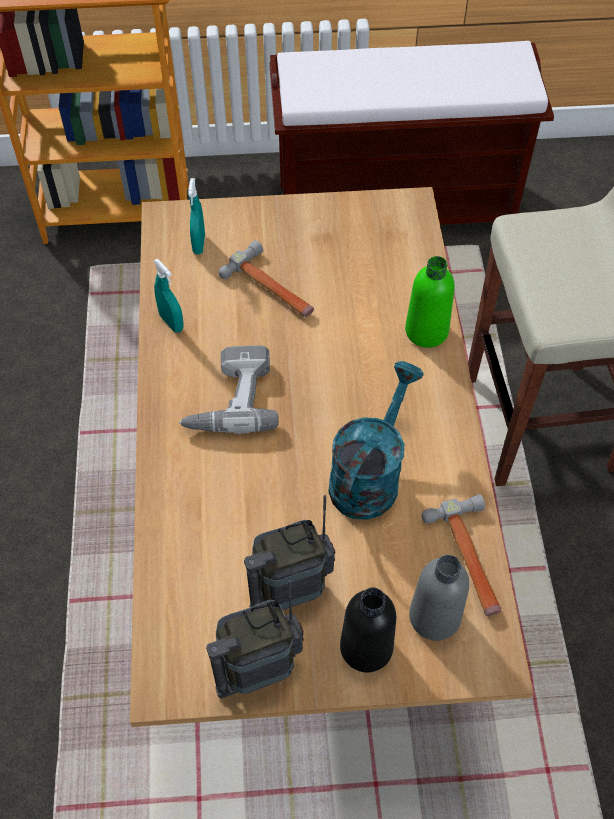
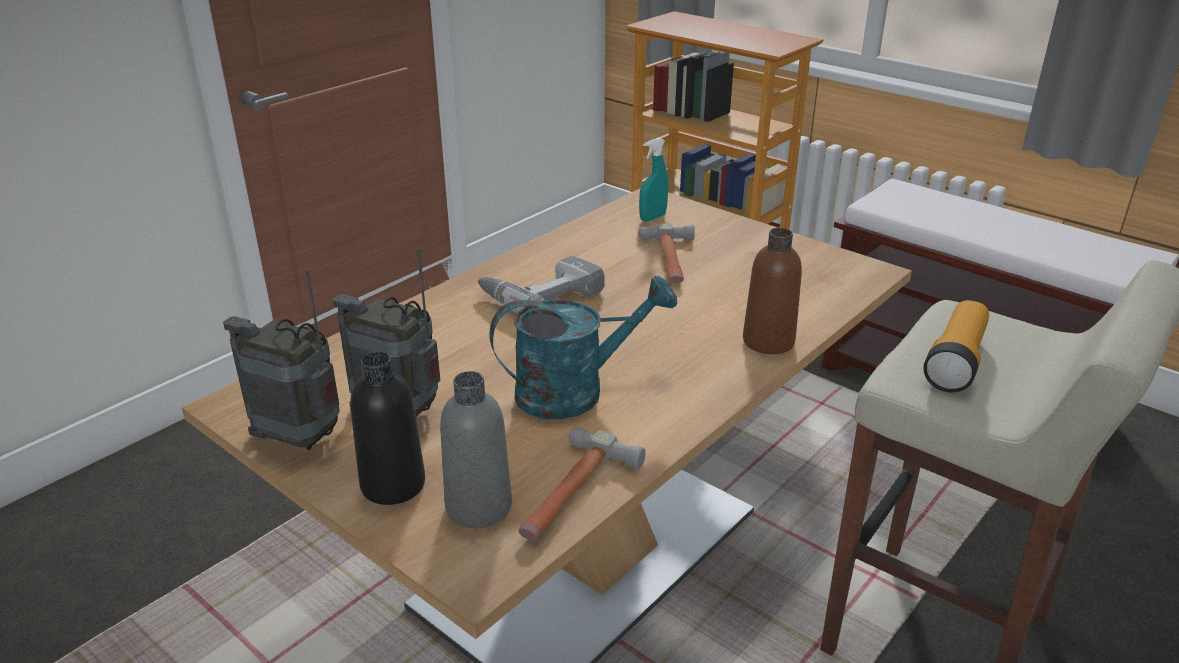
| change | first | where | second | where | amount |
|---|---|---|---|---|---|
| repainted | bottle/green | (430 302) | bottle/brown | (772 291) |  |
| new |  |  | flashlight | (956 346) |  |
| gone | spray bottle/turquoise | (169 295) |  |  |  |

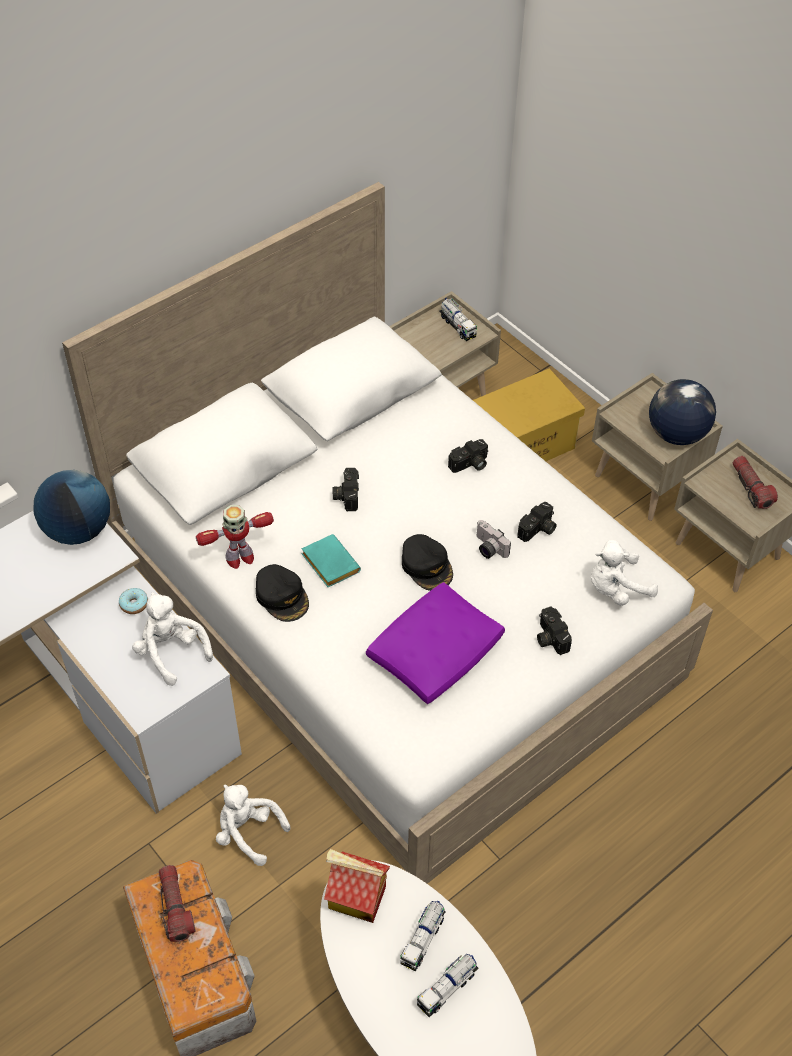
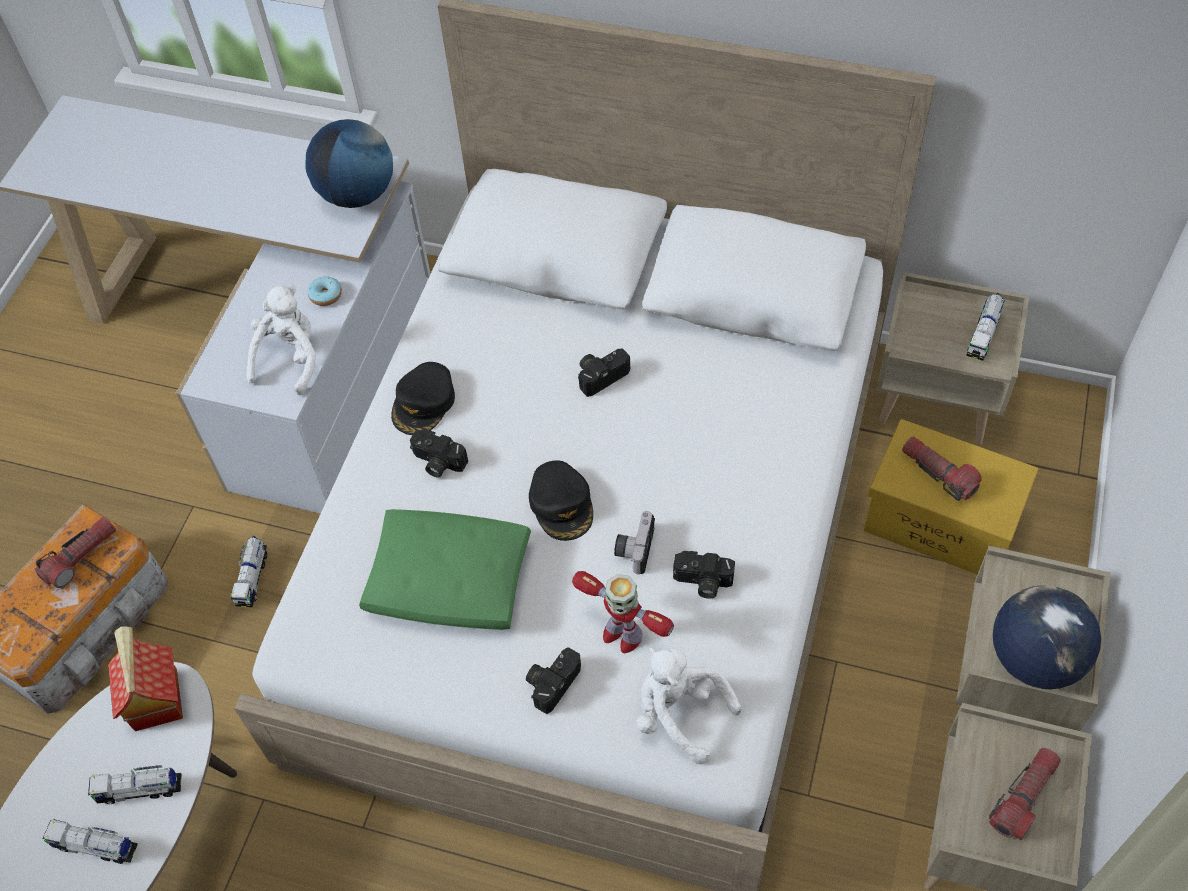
| change | first | where | second | where | amount |
|---|---|---|---|---|---|
| swapped | plush toy/white | (253 825) | toy truck | (248 571) |  |
| repainted | pillow/purple | (435 643) | pillow/green | (445 569) |  |
| shifted | photo camera | (468 456) |  | (439 453) |  |
| rotated | cap/black | (427 562) |  | (561 500) | 45 degrees counterclockwise |
| shifted | toy robot | (235 537) |  | (623 612) |  |
| new |  |  | flashlight | (942 468) |  |
| gone | book/turquoise | (331 560) |  |  |  |

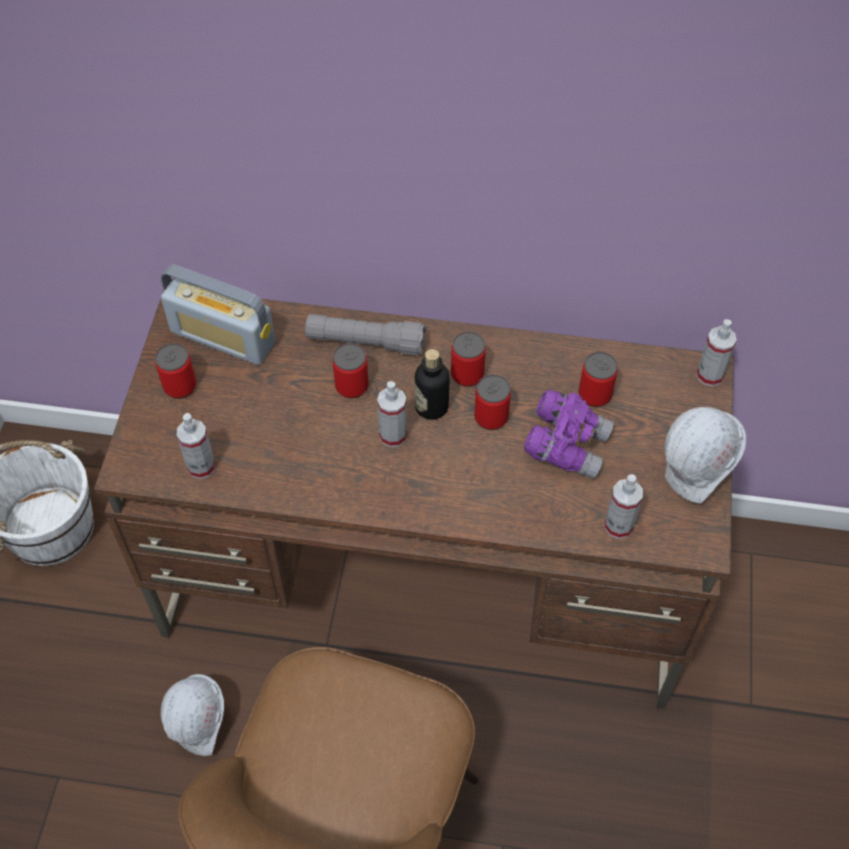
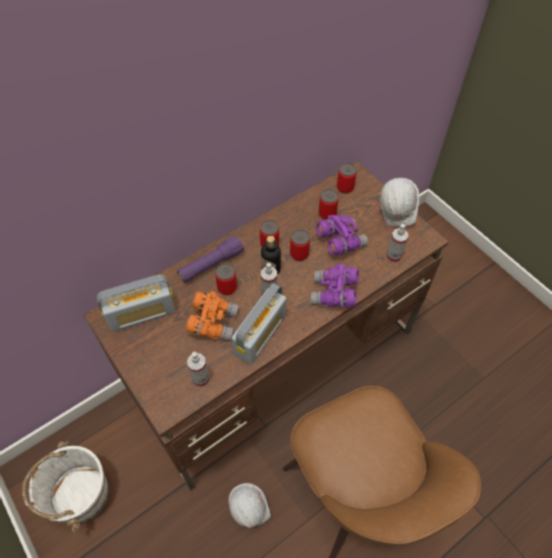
| change | first | where | second | where | amount |
|---|---|---|---|---|---|
| repainted | flashlight/grey | (366 335) | flashlight/purple | (210 259) |  |
| new |  |  | binoculars/orange | (211 316) |  |
| new |  |  | radio | (259 324) |  |
| new |  |  | binoculars/purple | (335 286) |  |
| shifted | can | (175 371) |  | (347 178) |  |
| gone | spray bottle | (717 353) |  |  |  |

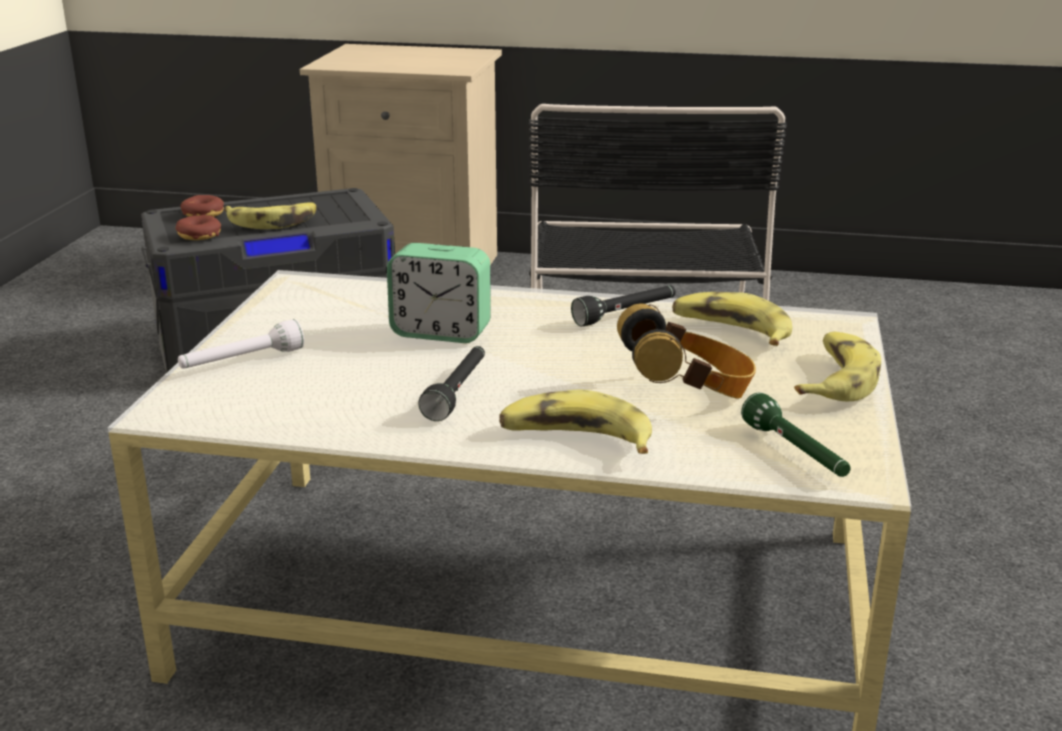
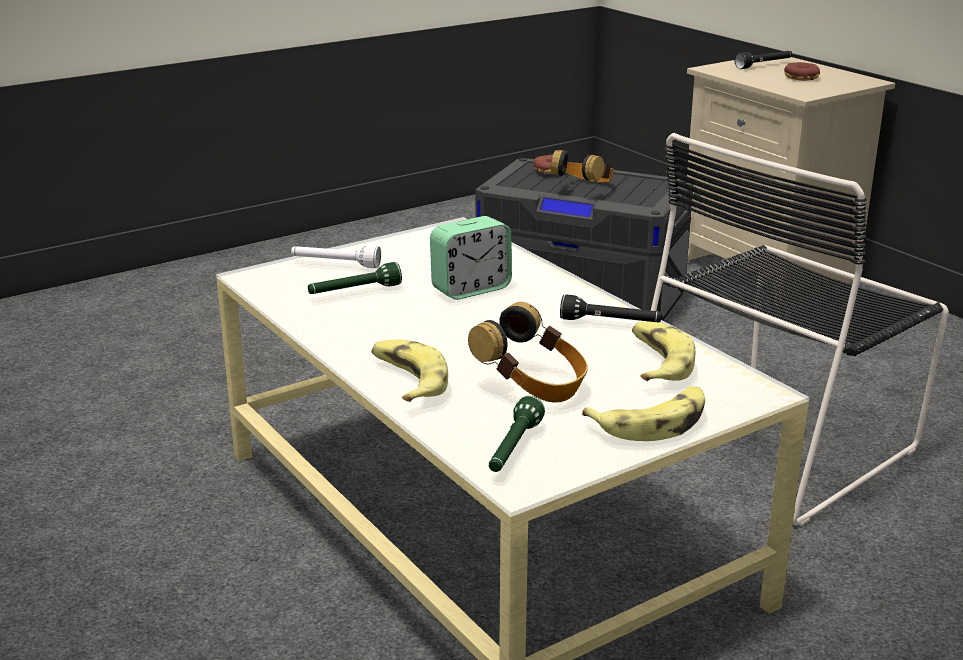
| change | first | where | second | where | amount |
|---|---|---|---|---|---|
| new |  |  | flashlight/green | (355 278) |  |
| rotated | alarm clock | (439 293) |  | (471 258) | 90 degrees counterclockwise |
| swapped | banana | (270 215) | headphones | (582 166) |  |
| shifted | flashlight/black | (451 383) |  | (763 60) |  |
| shifted | donut | (198 227) |  | (802 71) |  |

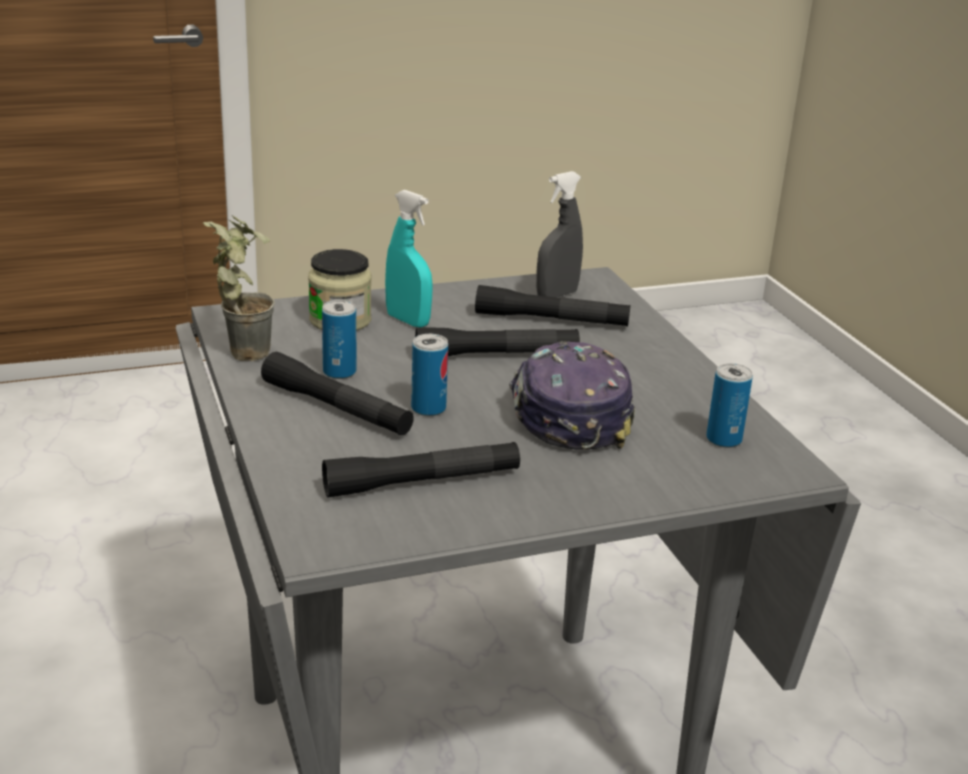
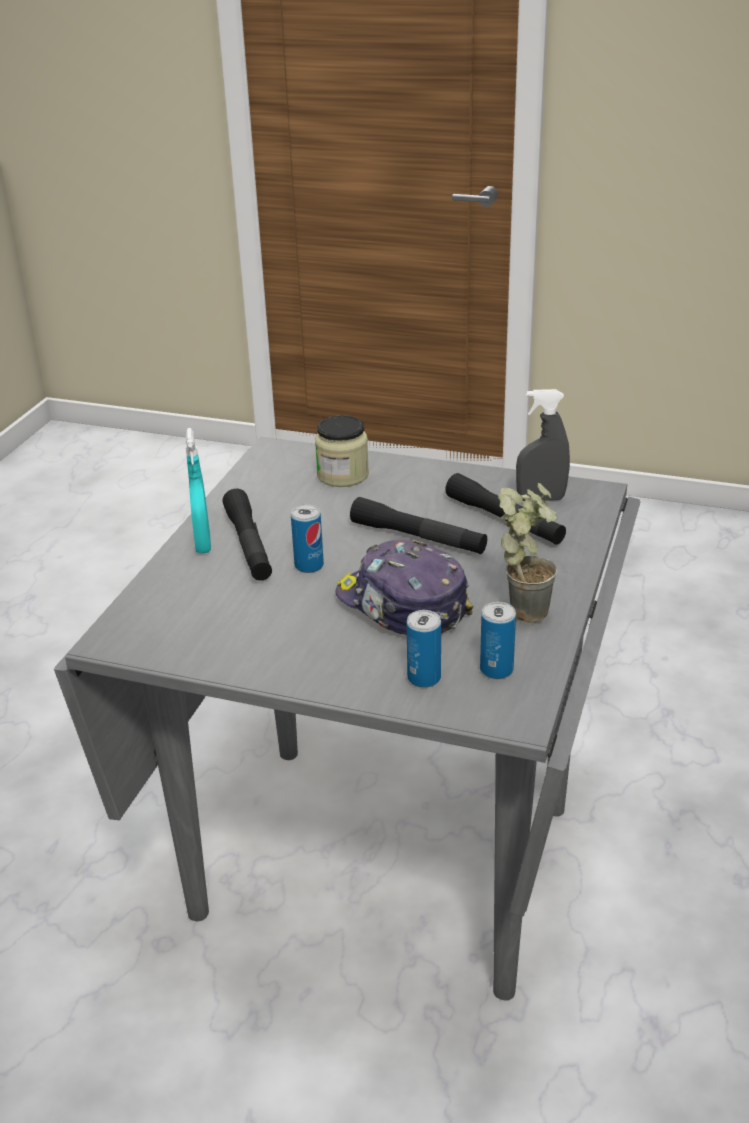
| change | first | where | second | where | amount |
|---|---|---|---|---|---|
| shifted | spray bottle/turquoise | (409 258) |  | (198 491) |  |
| rotated | cap | (572 395) |  | (404 587) | 75 degrees counterclockwise |
| shifted | can | (339 339) |  | (424 649) |  |
| shifted | potted plant | (239 288) |  | (527 553) |  |
| gone | flashlight/black | (421 469) |  |  |  |

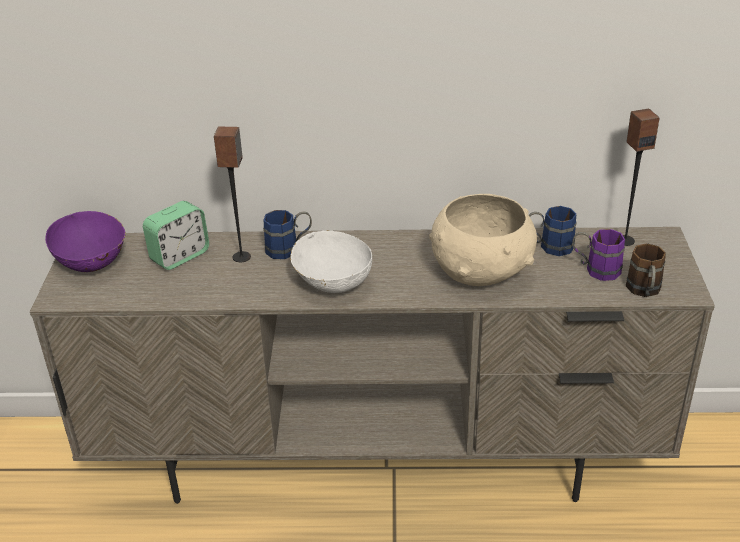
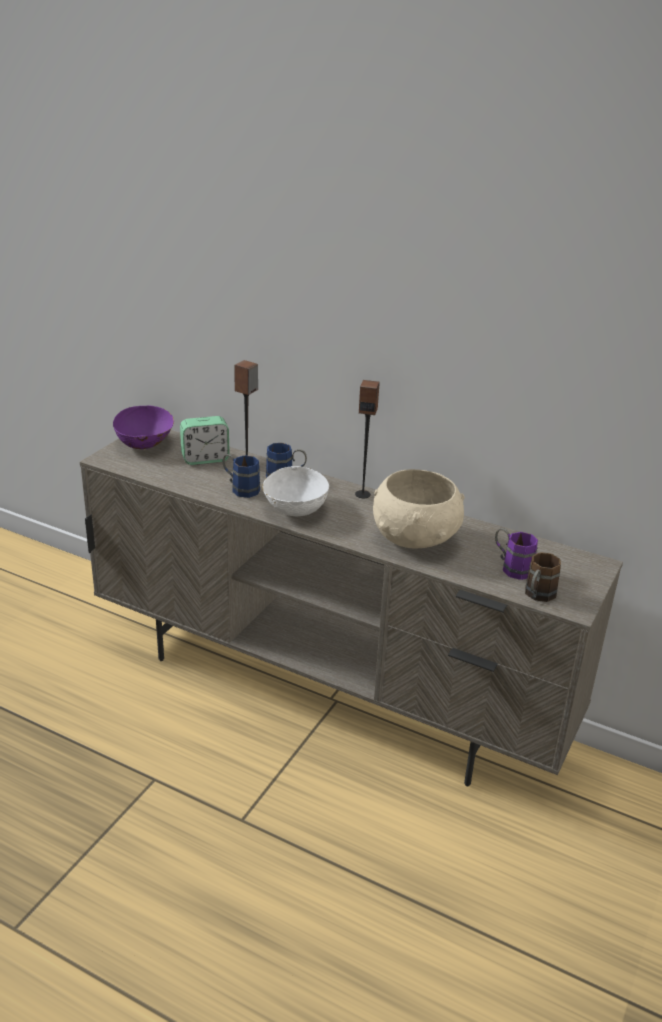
| change | first | where | second | where | amount |
|---|---|---|---|---|---|
| shifted | mug/blue | (553 231) |  | (241 476) |  |
| shifted | speaker | (641 177) |  | (367 439) |  |

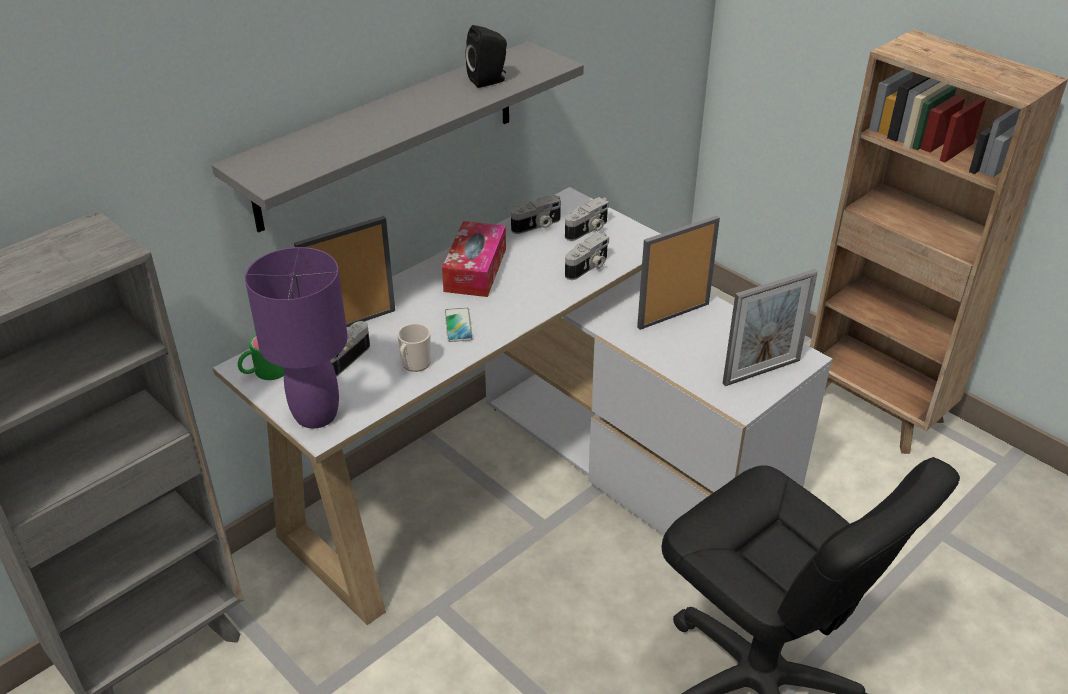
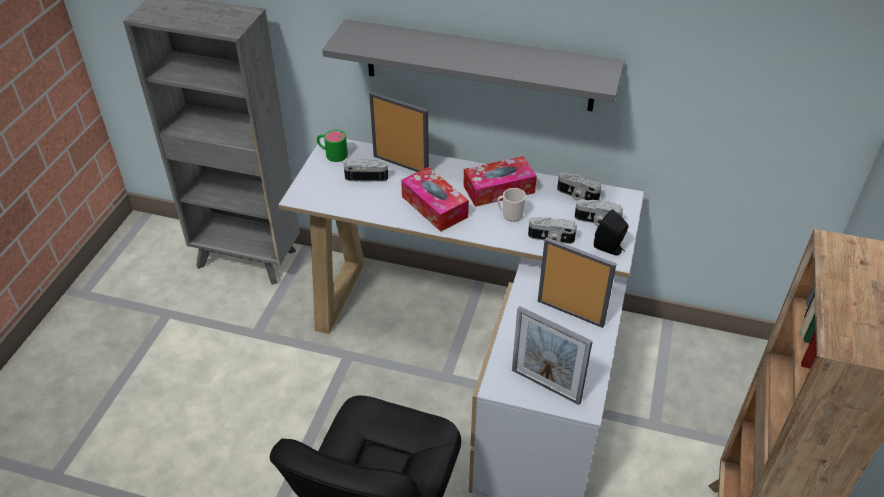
| change | first | where | second | where | amount |
|---|---|---|---|---|---|
| swapped | phone | (459 325) | tissue box | (435 199) |  |
| shifted | mug | (414 347) |  | (511 205) |  |
| shifted | speaker/black | (486 56) |  | (611 232) |  |
| gone | table lamp/purple | (296 337) |  |  |  |

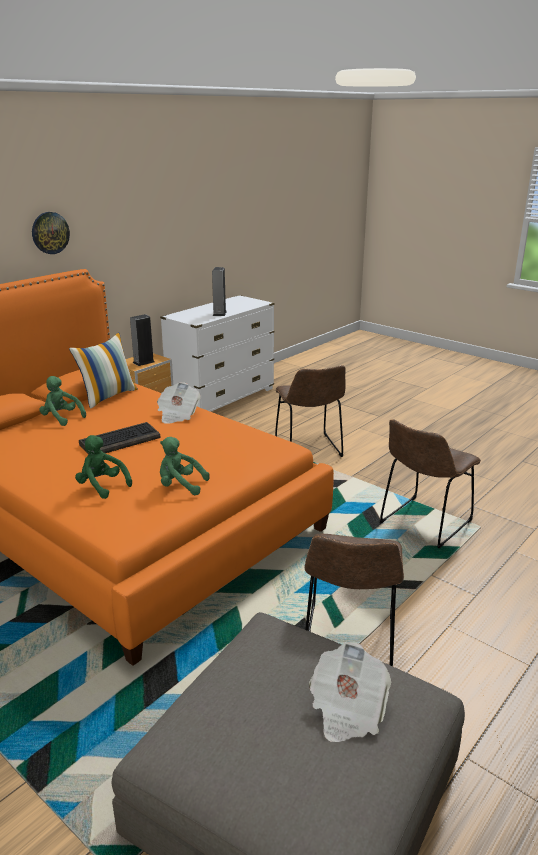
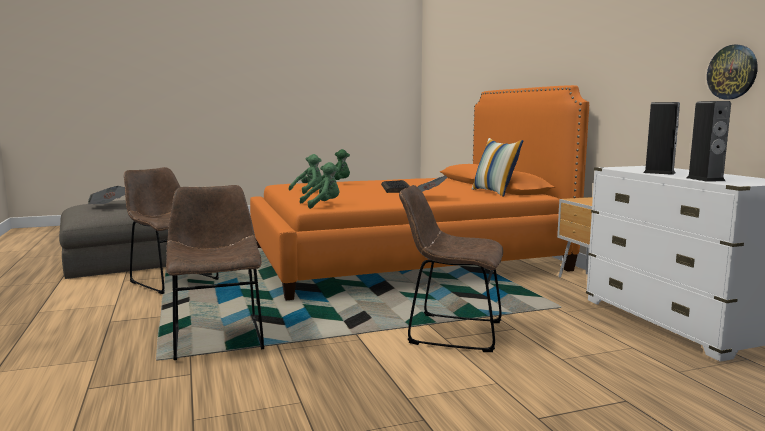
| change | first | where | second | where | amount |
|---|---|---|---|---|---|
| shifted | plush toy/green | (62 401) |  | (320 185) |  |
| shifted | speaker | (142 340) |  | (709 141) |  |
| shifted | wall clock | (51 233) |  | (732 72) |  |

